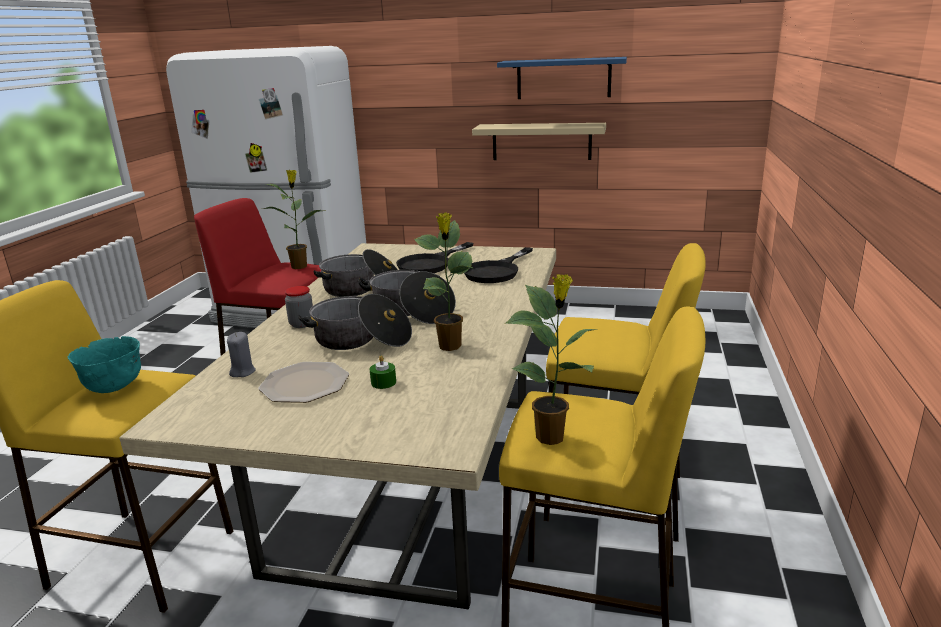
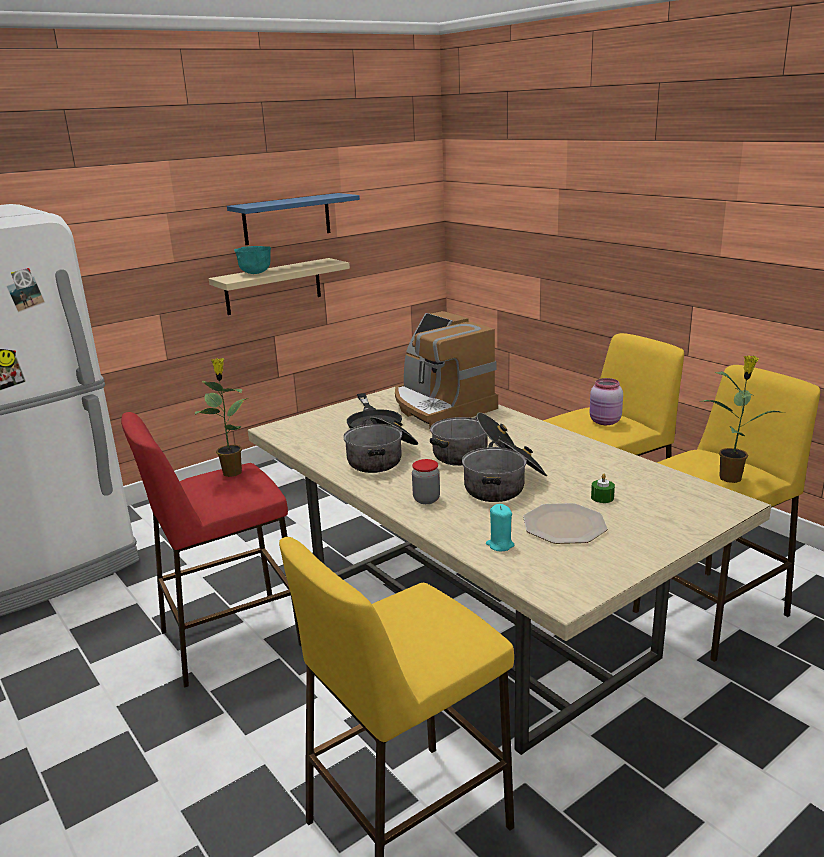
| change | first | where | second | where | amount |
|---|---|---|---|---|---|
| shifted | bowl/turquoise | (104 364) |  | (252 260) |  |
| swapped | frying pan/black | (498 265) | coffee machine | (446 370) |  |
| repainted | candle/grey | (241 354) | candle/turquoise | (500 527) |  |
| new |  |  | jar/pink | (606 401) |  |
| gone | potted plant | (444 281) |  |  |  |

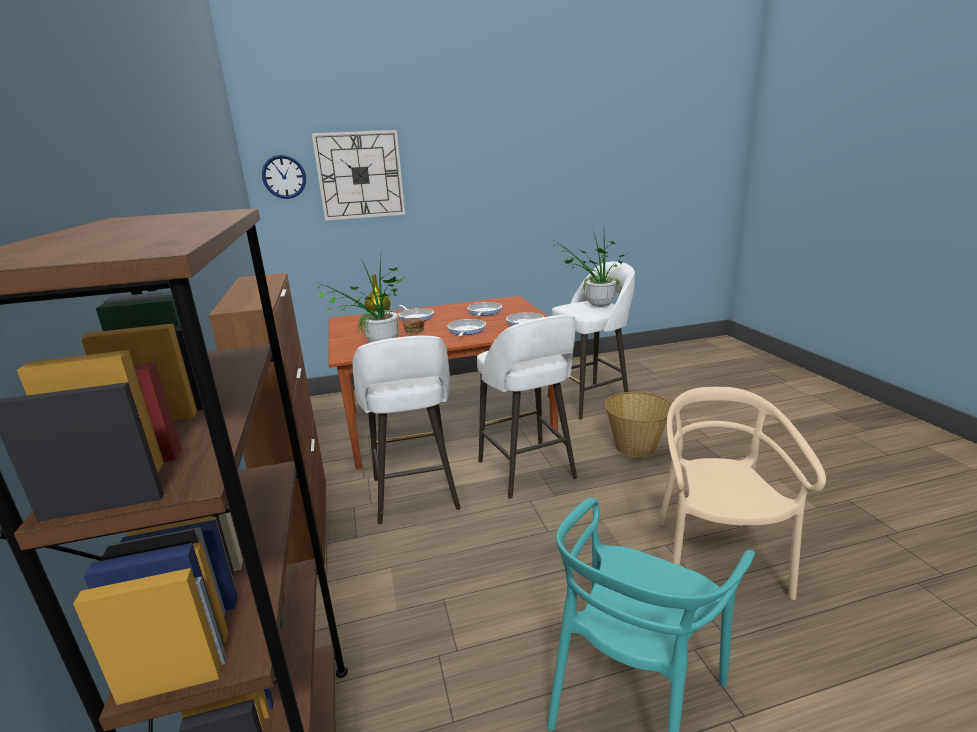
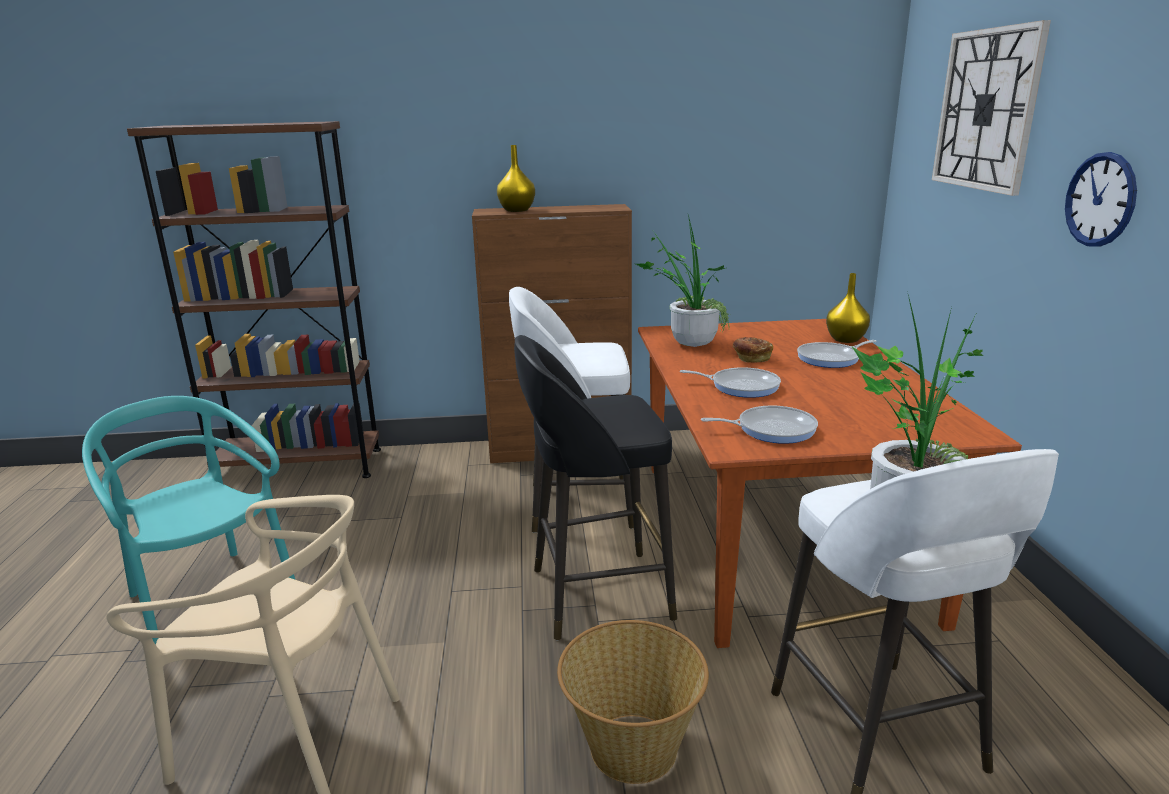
| change | first | where | second | where | amount |
|---|---|---|---|---|---|
| new |  |  | vase/yellow | (516 178) |  |
| repainted | stool/white | (527 407) | stool/black | (595 487) |  |
| shifted | wall clock | (284 177) |  | (1101 199) |  |
| gone | frying pan | (484 309) |  |  |  |

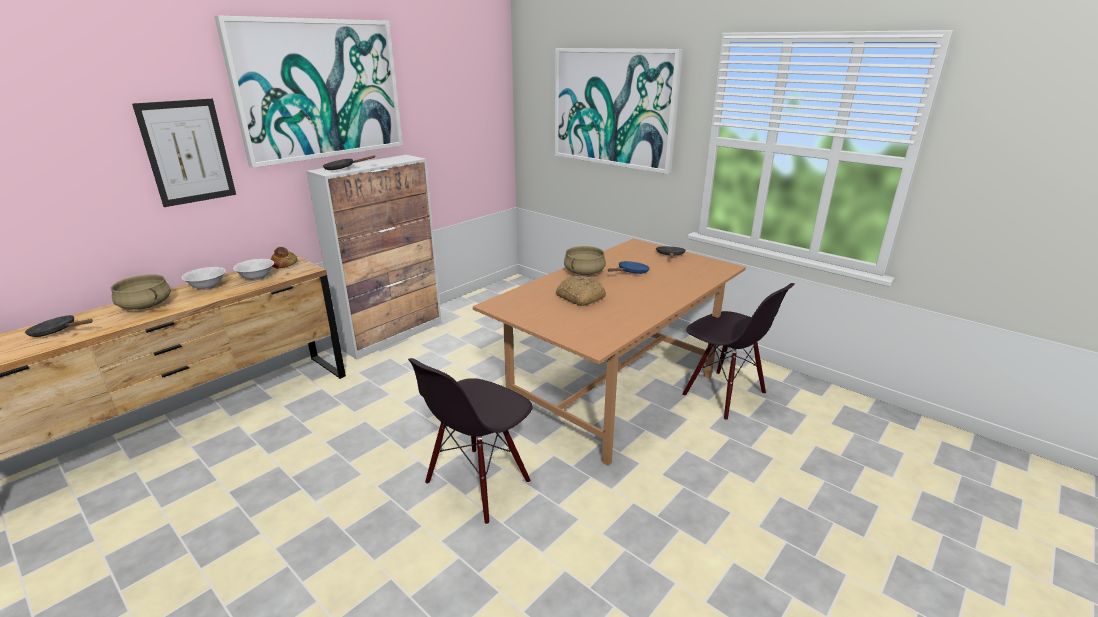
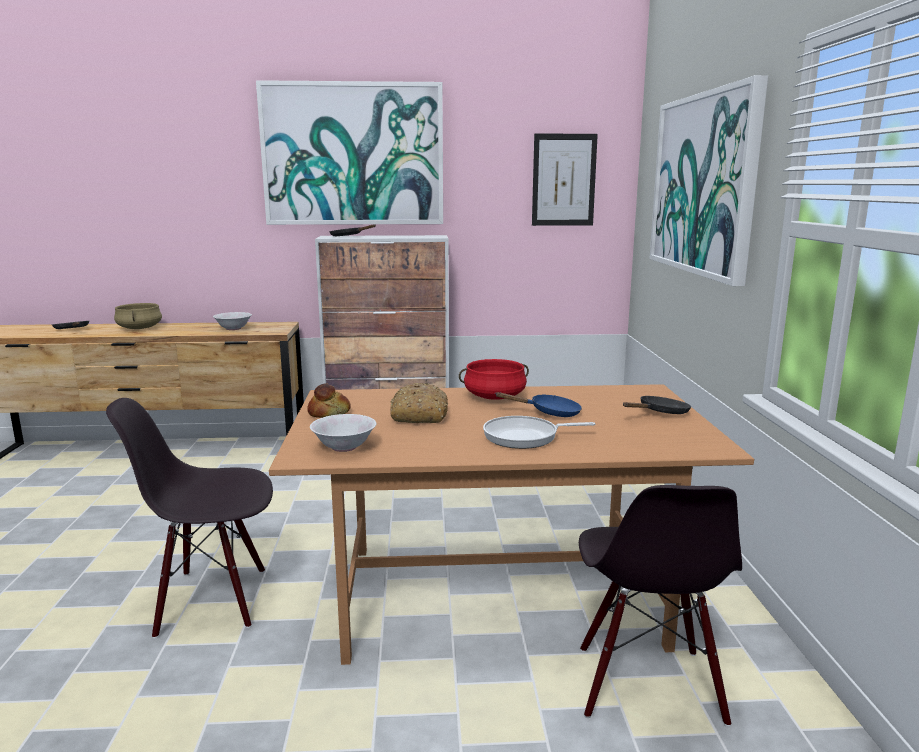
| change | first | where | second | where | amount |
|---|---|---|---|---|---|
| shifted | bread | (284 257) |  | (329 400) |  |
| shifted | bowl/white | (203 278) |  | (343 433) |  |
| repainted | cooking pot/beige | (585 260) | cooking pot/red | (494 379) |  |
| new |  |  | frying pan | (539 432) |  |
| shifted | picture | (184 153) |  | (565 180) |  |

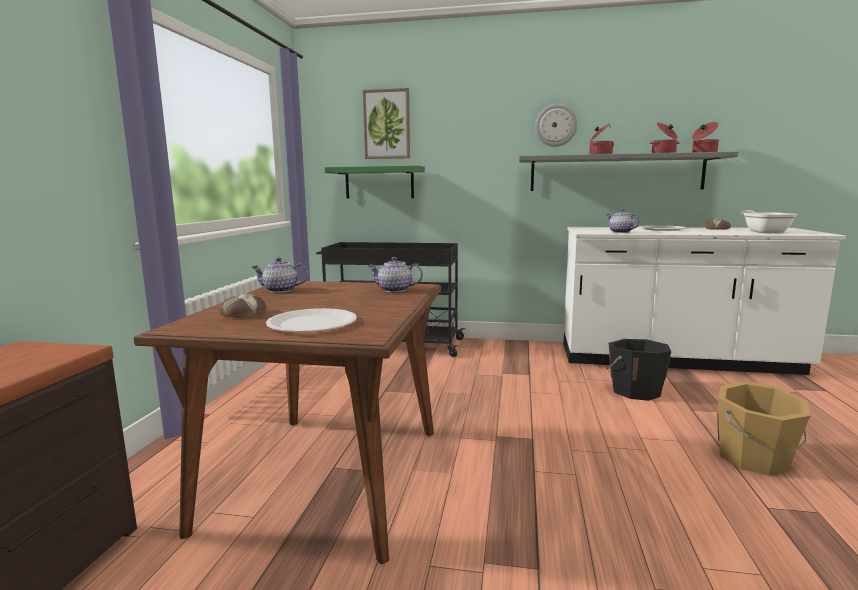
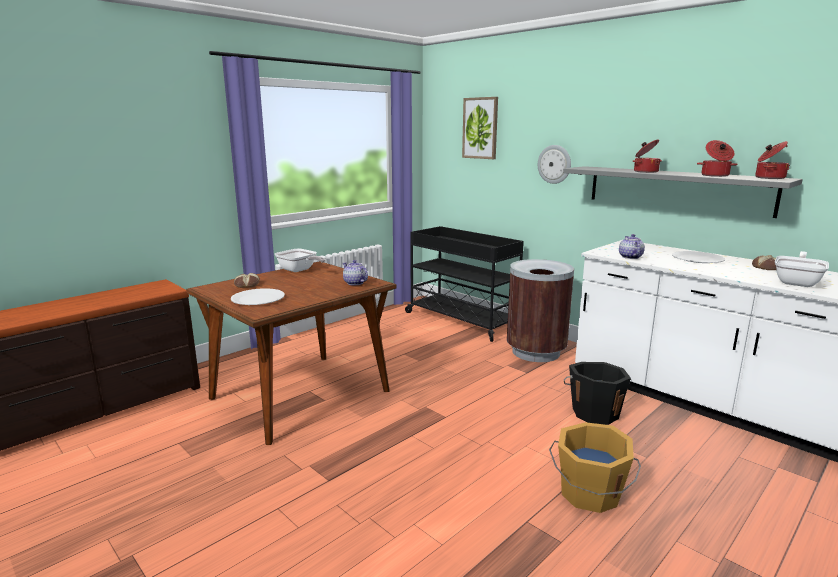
| change | first | where | second | where | amount |
|---|---|---|---|---|---|
| swapped | teapot | (280 275) | frying pan | (300 260) |  |
| new |  |  | trash can/brown | (540 310) |  |
| shifted | wall clock | (556 125) |  | (554 164) |  |
| gone | shelf/green | (375 182) |  |  |  |

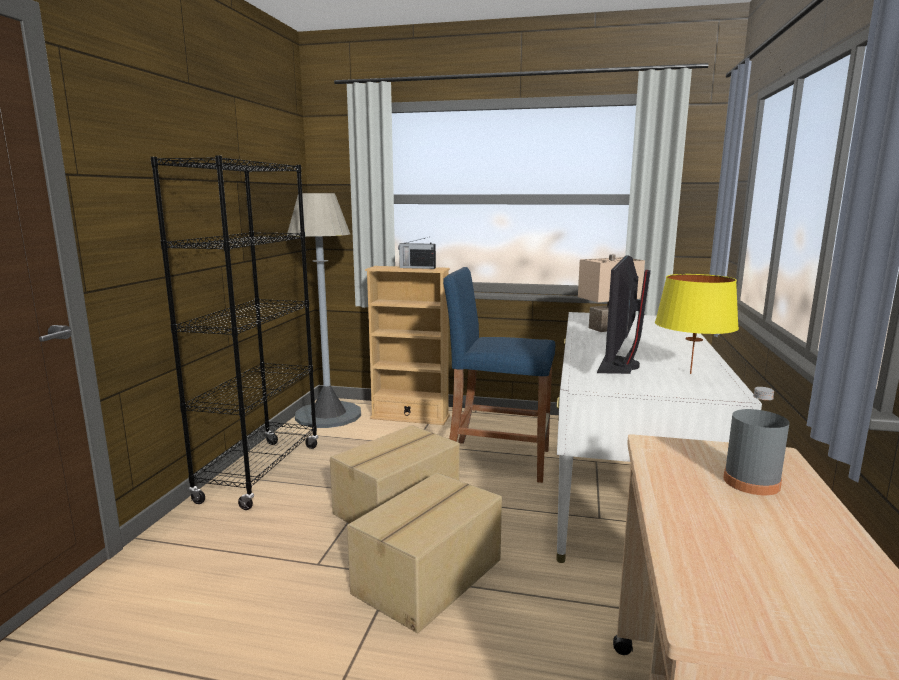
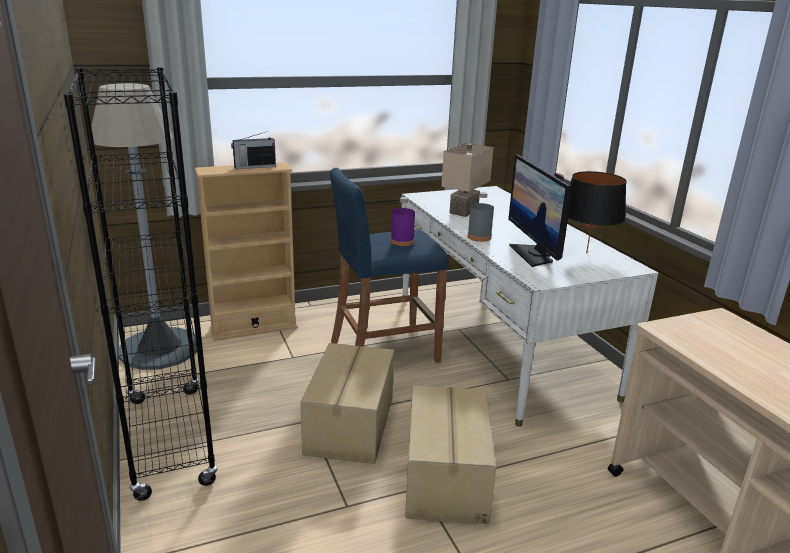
| change | first | where | second | where | amount |
|---|---|---|---|---|---|
| new |  |  | bottle/purple | (403 221) |  |
| shifted | bottle/grey | (757 441) |  | (480 217) |  |
| repainted | table lamp/yellow | (697 324) | table lamp/black | (597 212) |  |

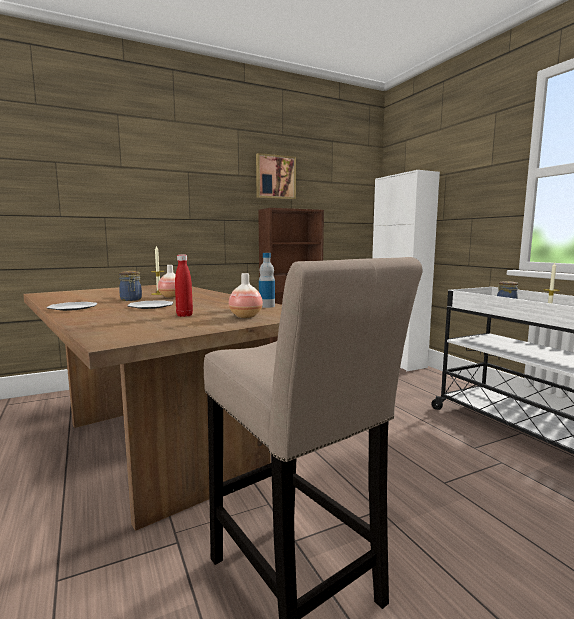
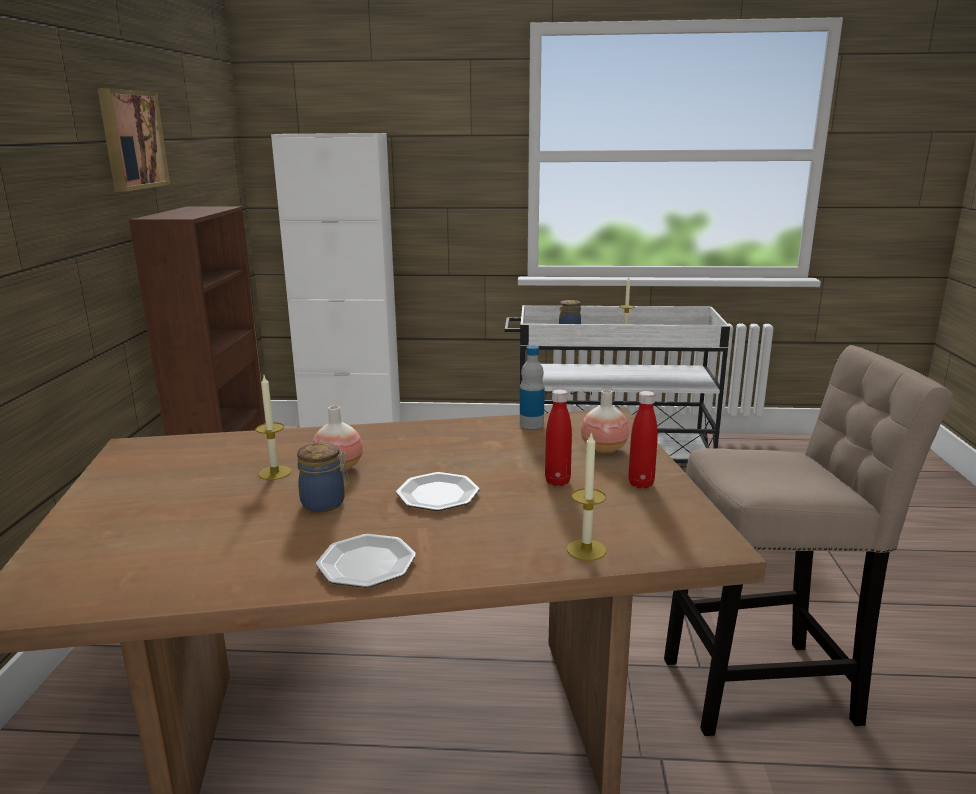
| change | first | where | second | where | amount |
|---|---|---|---|---|---|
| new |  |  | candle | (586 496) |  |
| new |  |  | bottle/red | (643 439) |  |

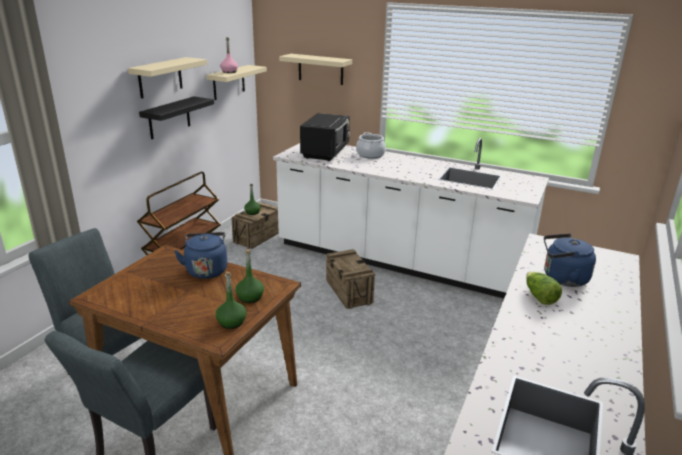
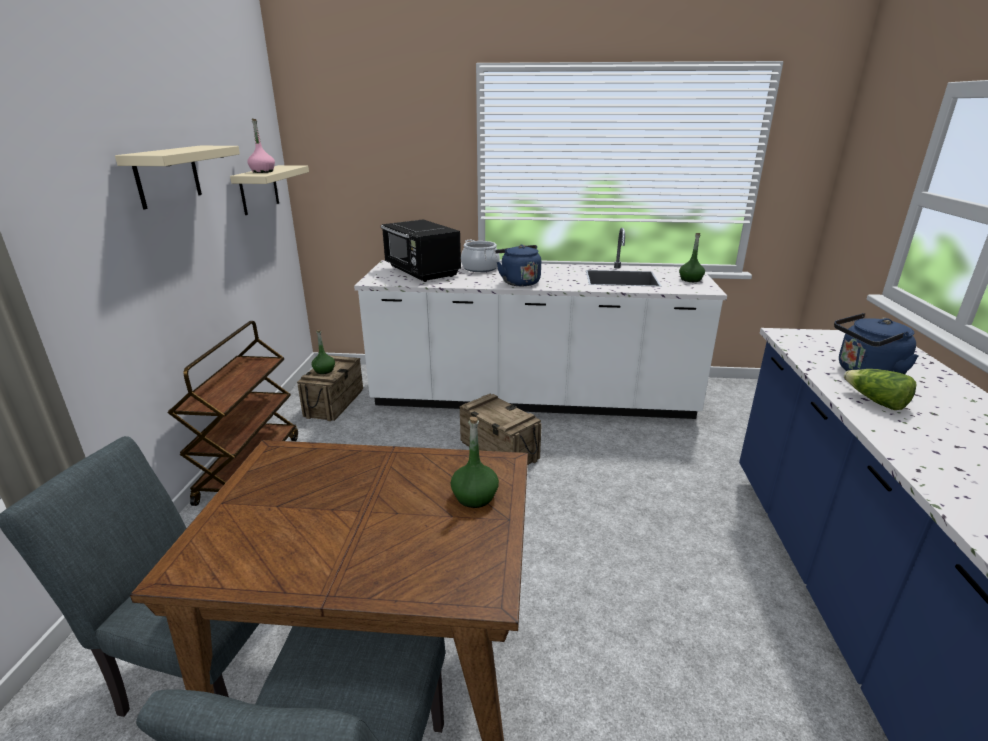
| change | first | where | second | where | amount |
|---|---|---|---|---|---|
| rotated | microwave/black | (325 137) |  | (421 250) | 150 degrees clockwise |
| shifted | kettle/blue | (200 255) |  | (518 265) |  |
| shifted | bottle/green | (230 300) |  | (692 257) |  |
| gone | shelf/black | (176 118) |  |  |  |
| gone | shelf/beige | (315 69) |  |  |  |

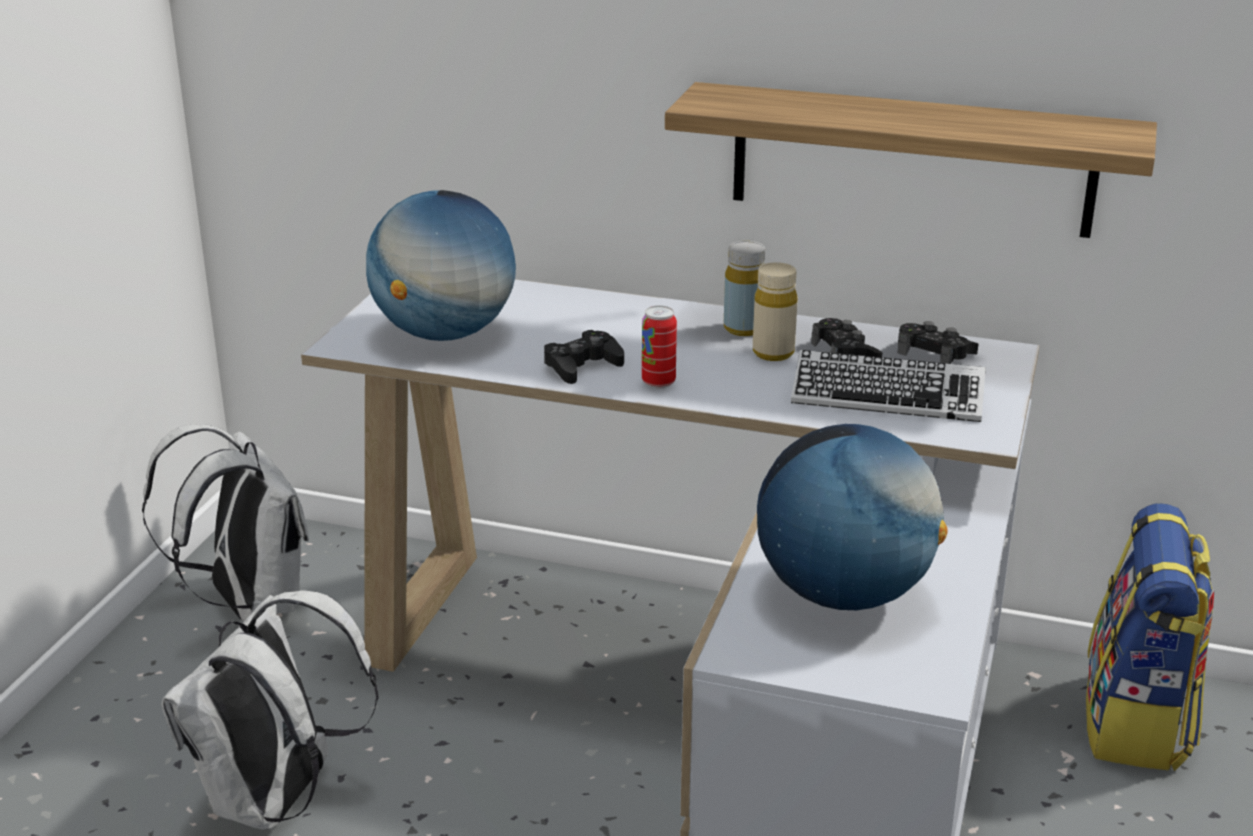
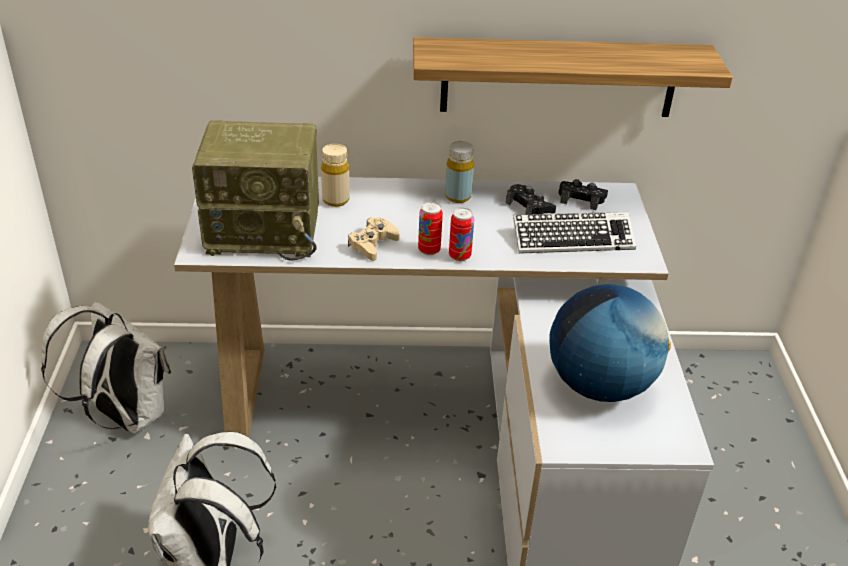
| change | first | where | second | where | amount |
|---|---|---|---|---|---|
| swapped | globe | (441 265) | radio | (255 190) |  |
| shifted | bottle/beige | (775 311) |  | (335 175) |  |
| repainted | game controller/black | (584 357) | game controller/beige | (373 239) |  |
| new |  |  | can | (461 234) |  |
| gone | backpack | (1150 637) |  |  |  |

